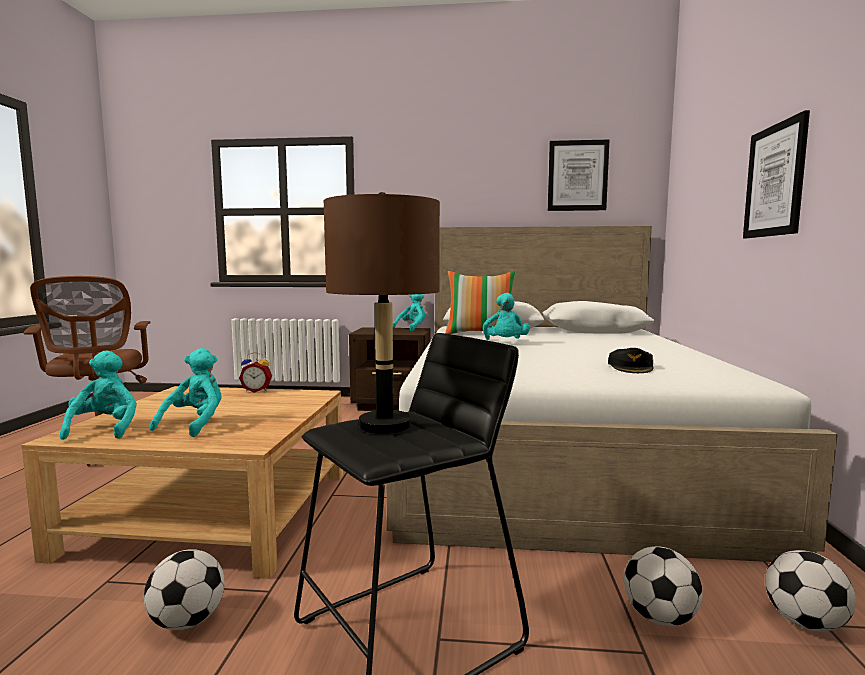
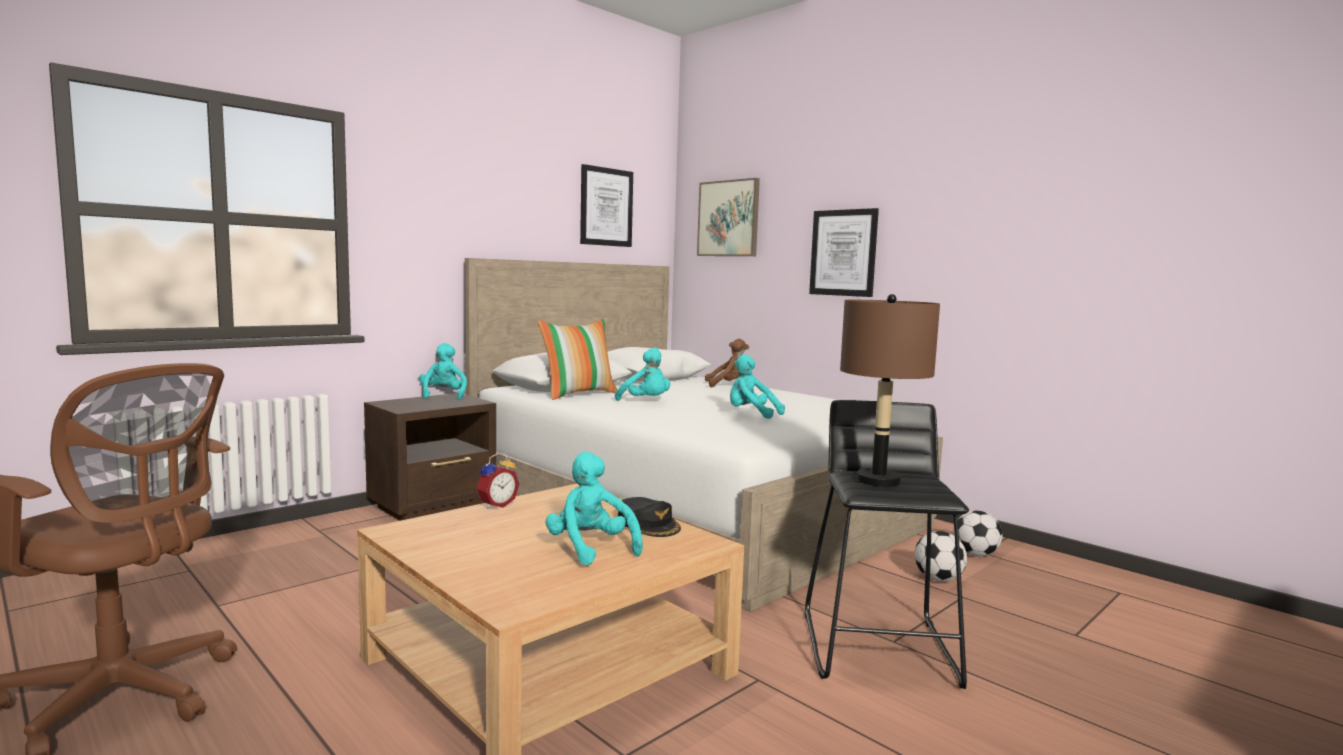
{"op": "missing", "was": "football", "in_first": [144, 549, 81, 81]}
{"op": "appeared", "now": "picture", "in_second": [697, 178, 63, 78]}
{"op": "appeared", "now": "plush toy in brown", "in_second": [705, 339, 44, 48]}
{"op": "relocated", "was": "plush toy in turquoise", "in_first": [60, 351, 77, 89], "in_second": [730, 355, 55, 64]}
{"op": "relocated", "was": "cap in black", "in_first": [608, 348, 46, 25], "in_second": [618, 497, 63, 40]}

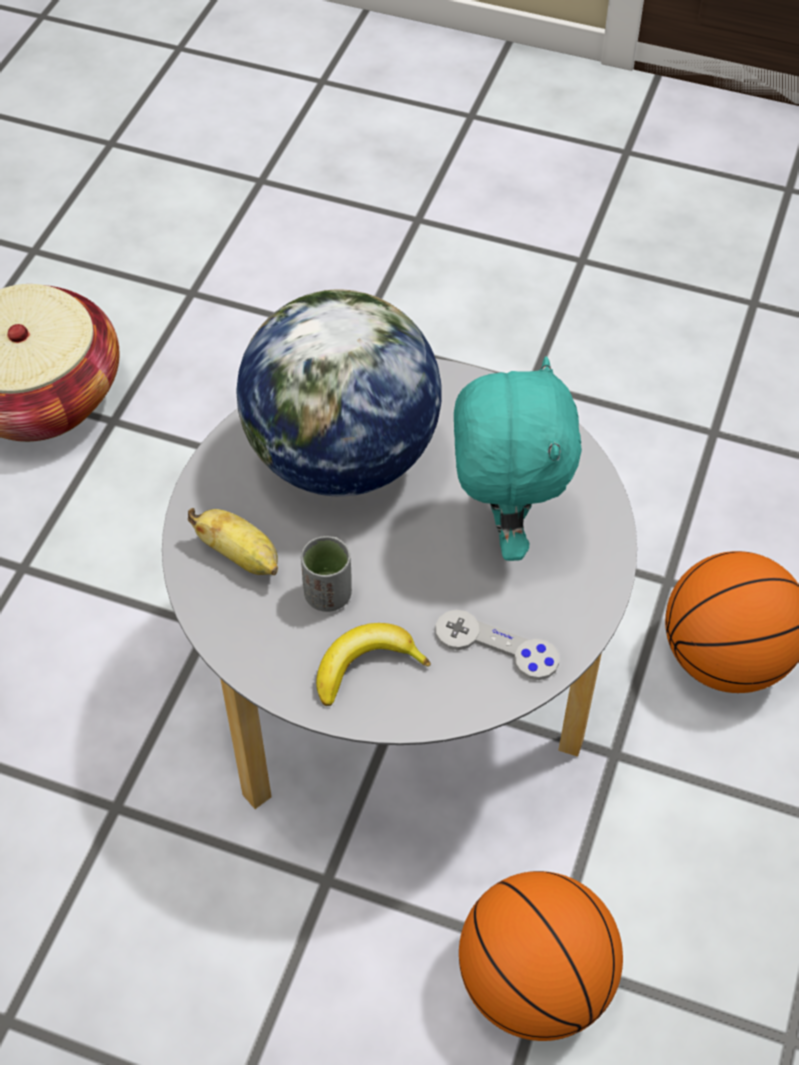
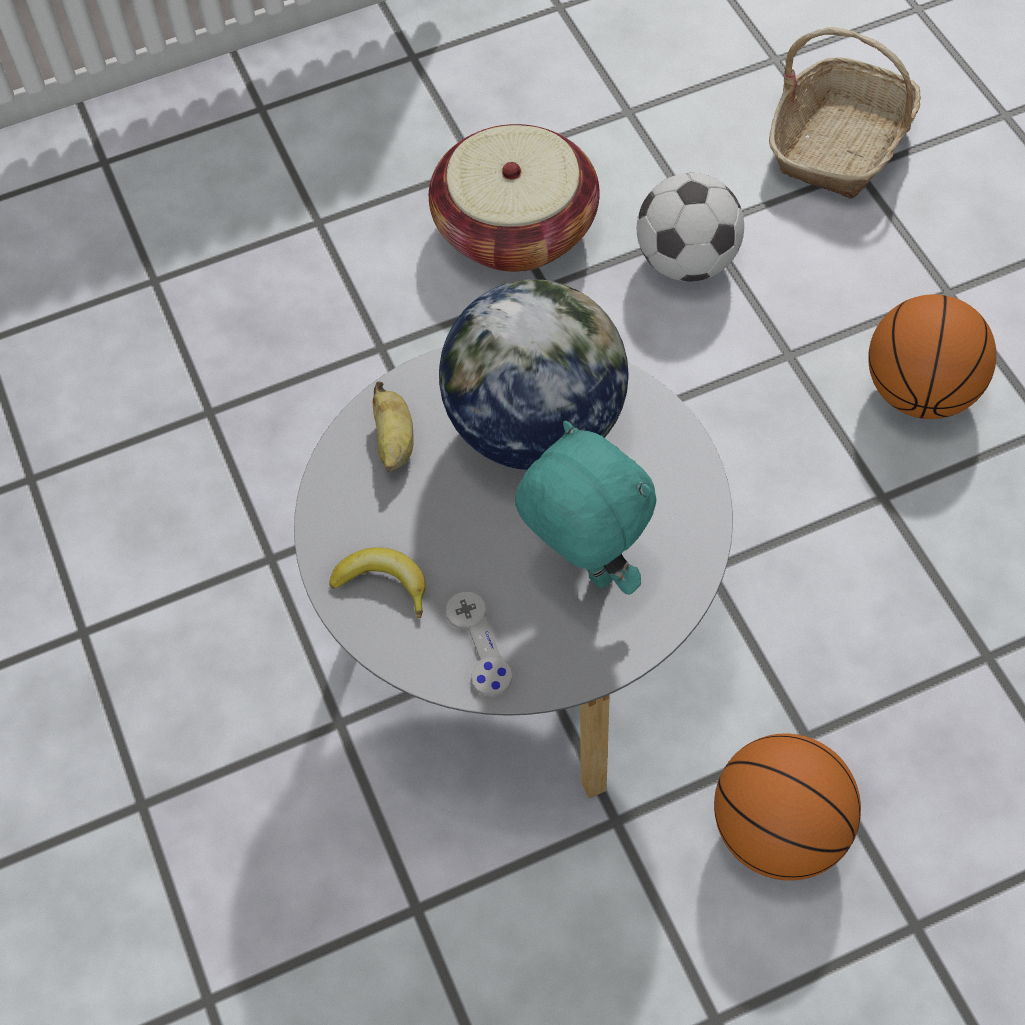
{"op": "missing", "was": "cup in grey", "in_first": [301, 536, 51, 76]}
{"op": "appeared", "now": "football", "in_second": [637, 173, 107, 109]}
{"op": "appeared", "now": "basket", "in_second": [769, 27, 152, 172]}
{"op": "relocated", "was": "basketball", "in_first": [459, 871, 164, 170], "in_second": [868, 294, 129, 125]}
{"op": "spun", "was": "plush toy in turquoise", "in_first": [454, 356, 128, 205], "in_second": [515, 421, 142, 174], "clockwise": -90}

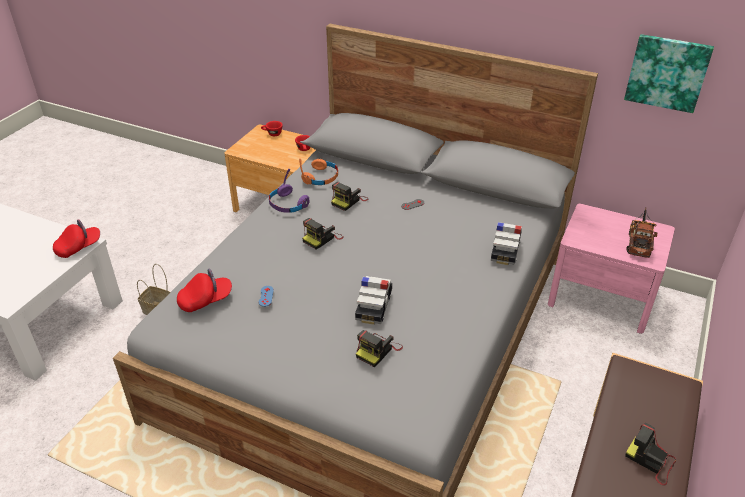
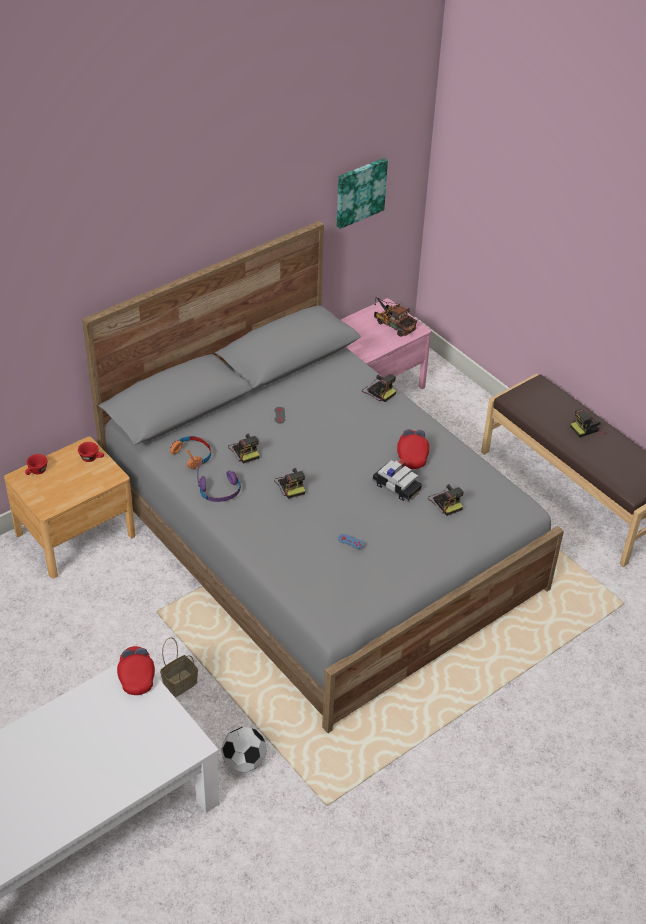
{"op": "appeared", "now": "football", "in_second": [221, 727, 46, 45]}
{"op": "relocated", "was": "cap in red", "in_first": [177, 268, 55, 44], "in_second": [397, 429, 32, 40]}
{"op": "exchanged", "was": "toy car", "now": "photo camera", "in_first": [491, 222, 31, 43], "in_second": [362, 374, 34, 28]}

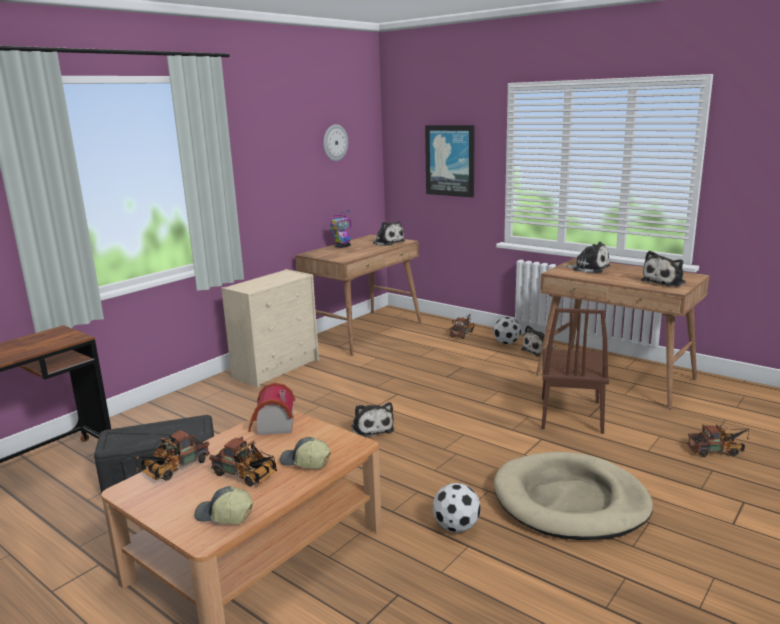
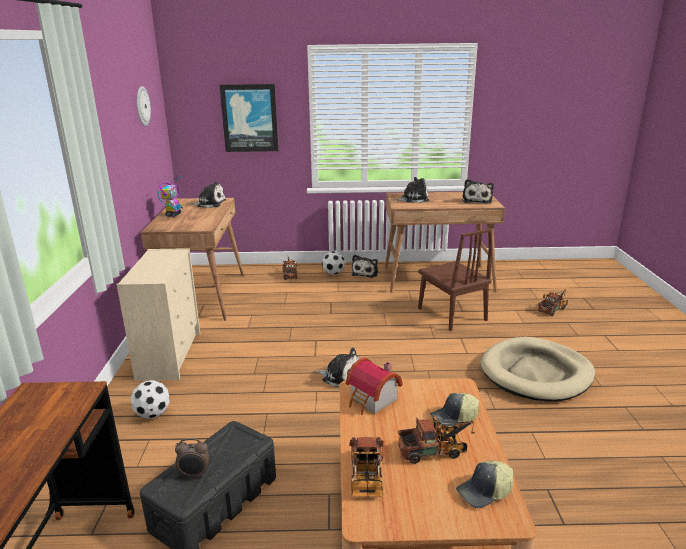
{"op": "appeared", "now": "alarm clock", "in_second": [175, 438, 34, 39]}
{"op": "relocated", "was": "football", "in_first": [433, 483, 48, 50], "in_second": [130, 380, 40, 39]}

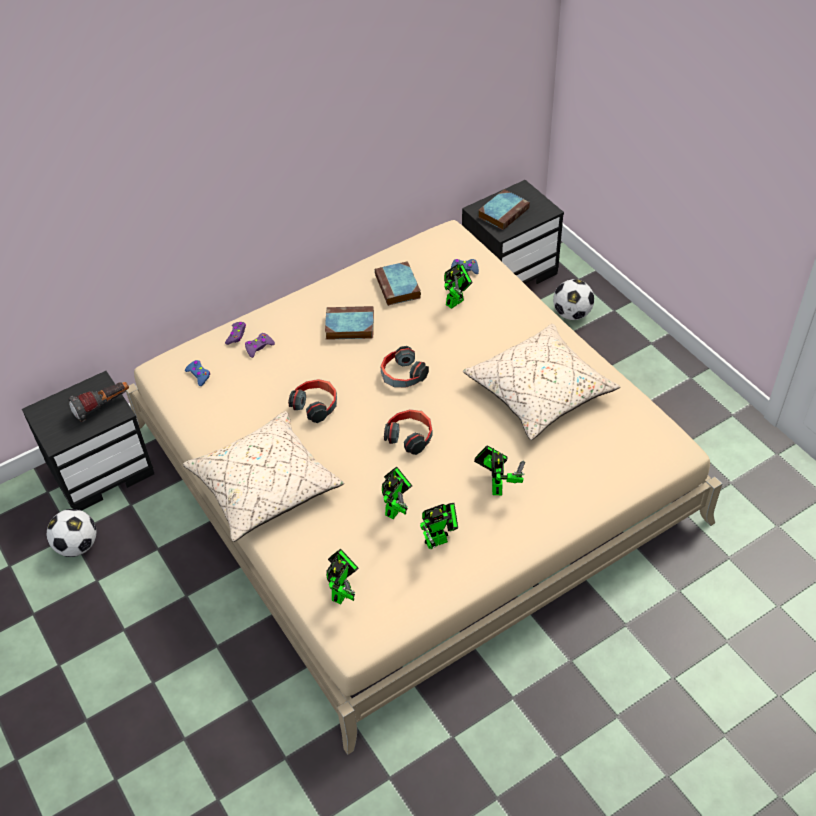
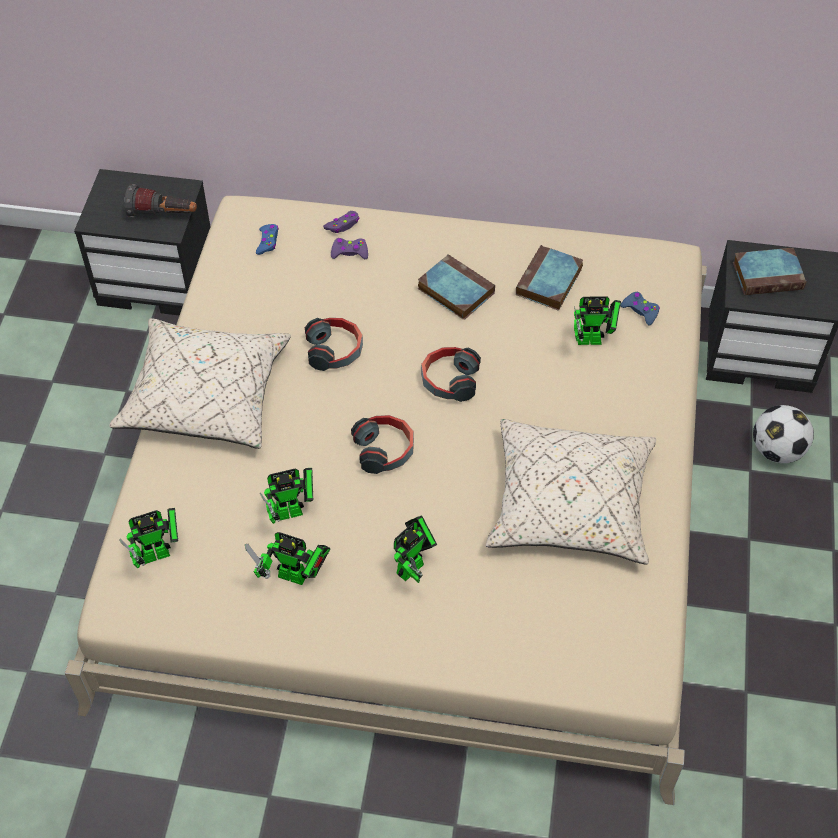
{"op": "missing", "was": "football", "in_first": [47, 509, 50, 48]}

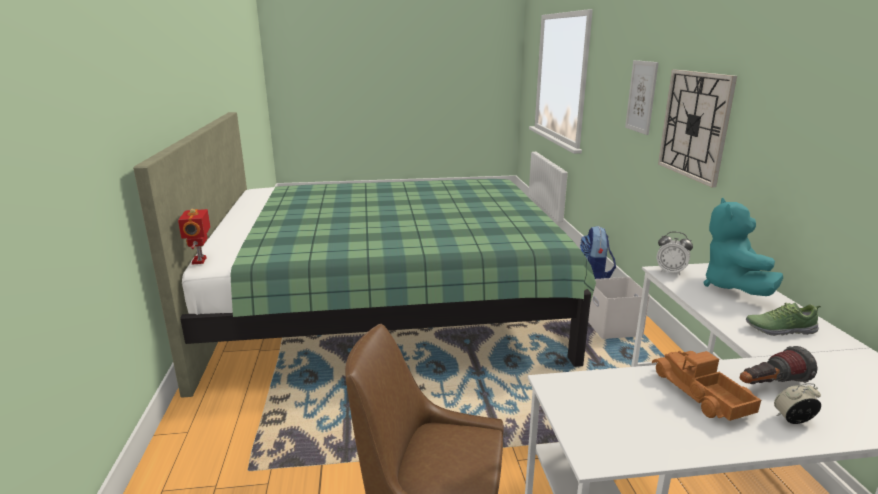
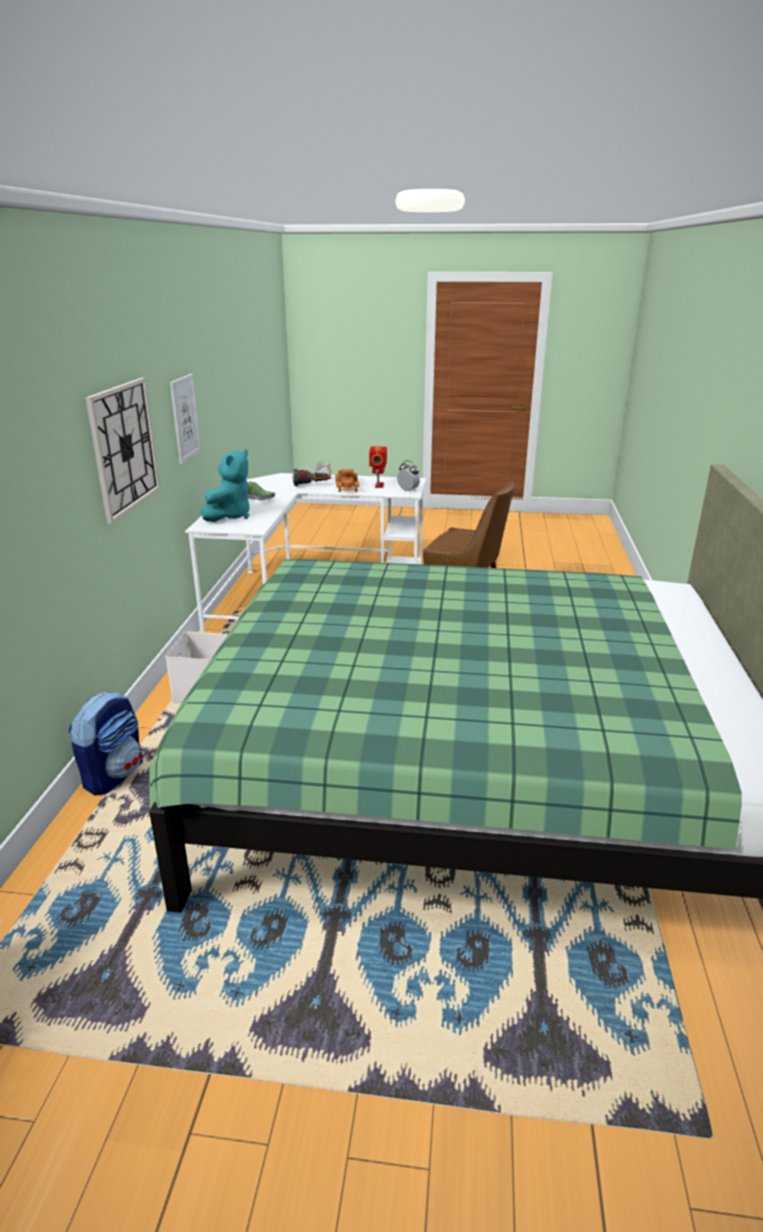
{"op": "relocated", "was": "toy robot", "in_first": [178, 209, 32, 56], "in_second": [369, 445, 18, 43]}
{"op": "relocated", "was": "picture", "in_first": [625, 60, 34, 75], "in_second": [170, 374, 31, 90]}
{"op": "relocated", "was": "alarm clock", "in_first": [657, 232, 36, 43], "in_second": [397, 461, 23, 30]}

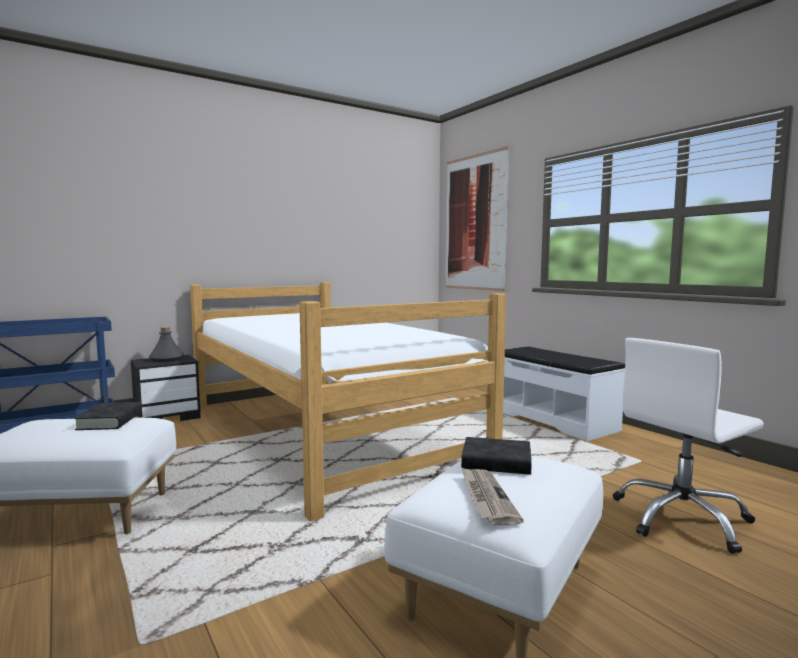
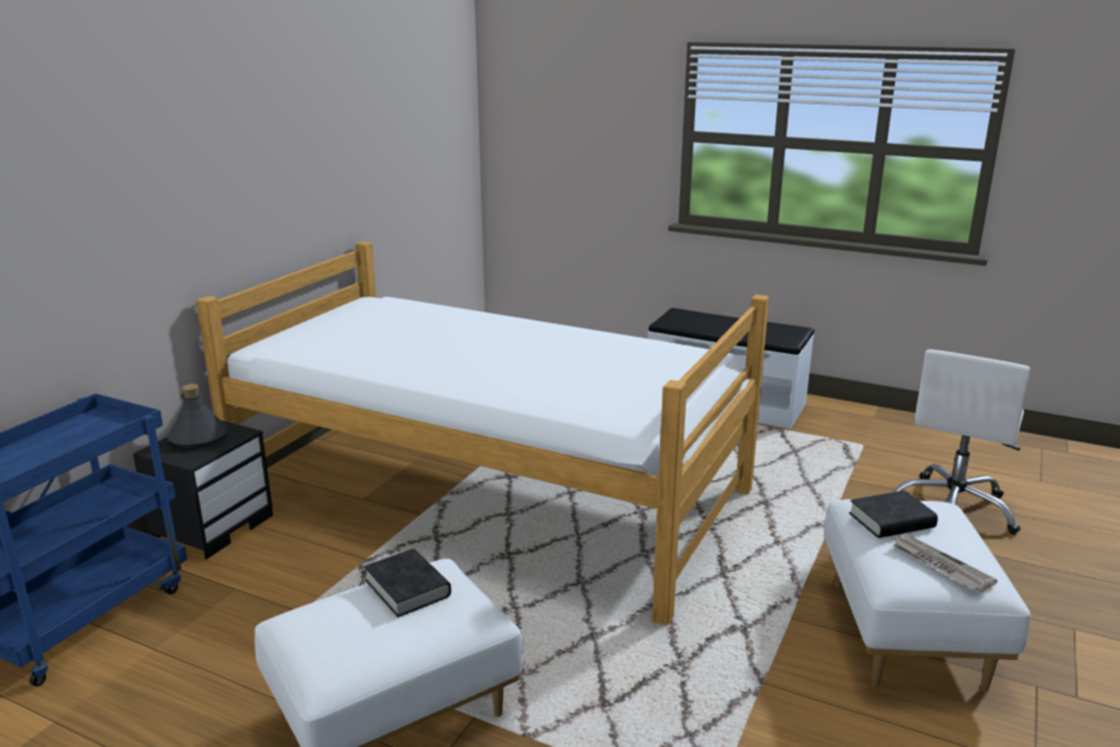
{"op": "missing", "was": "picture", "in_first": [446, 146, 63, 145]}

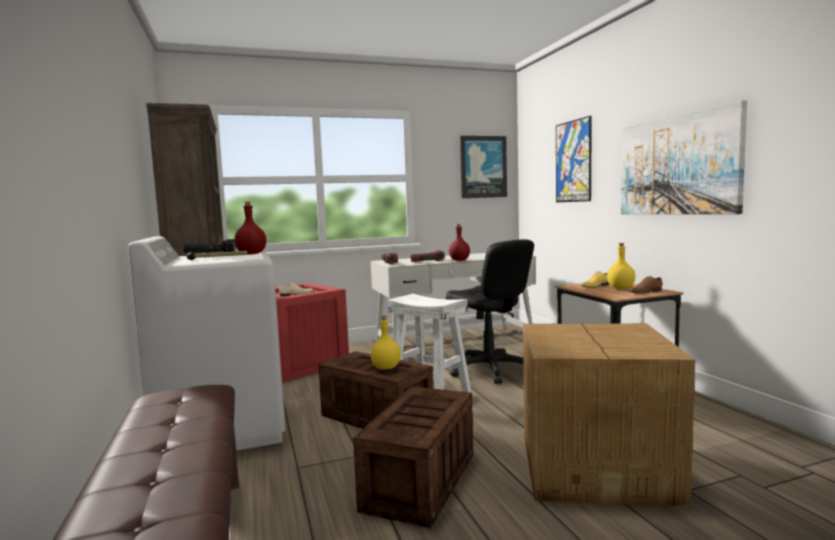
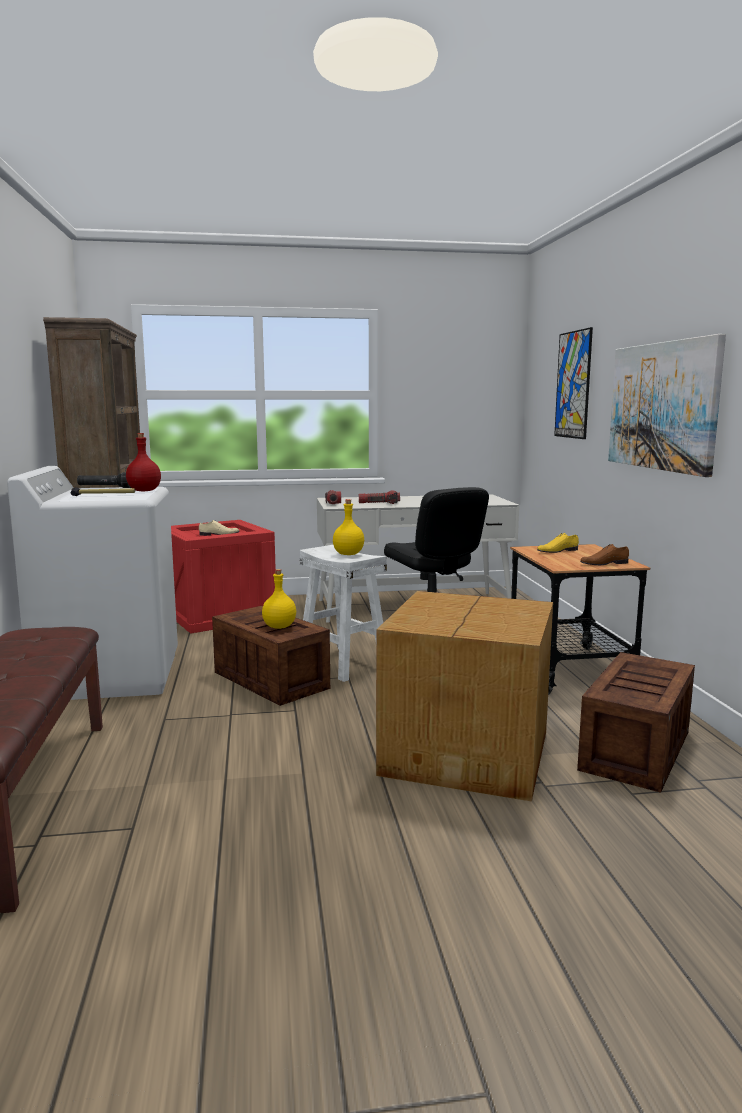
{"op": "missing", "was": "bottle in red", "in_first": [449, 224, 21, 37]}
{"op": "missing", "was": "picture", "in_first": [460, 136, 47, 62]}
{"op": "relocated", "was": "crate", "in_first": [353, 386, 120, 142], "in_second": [577, 652, 118, 141]}
{"op": "relocated", "was": "bottle in yellow", "in_first": [607, 243, 28, 46], "in_second": [333, 499, 31, 56]}

